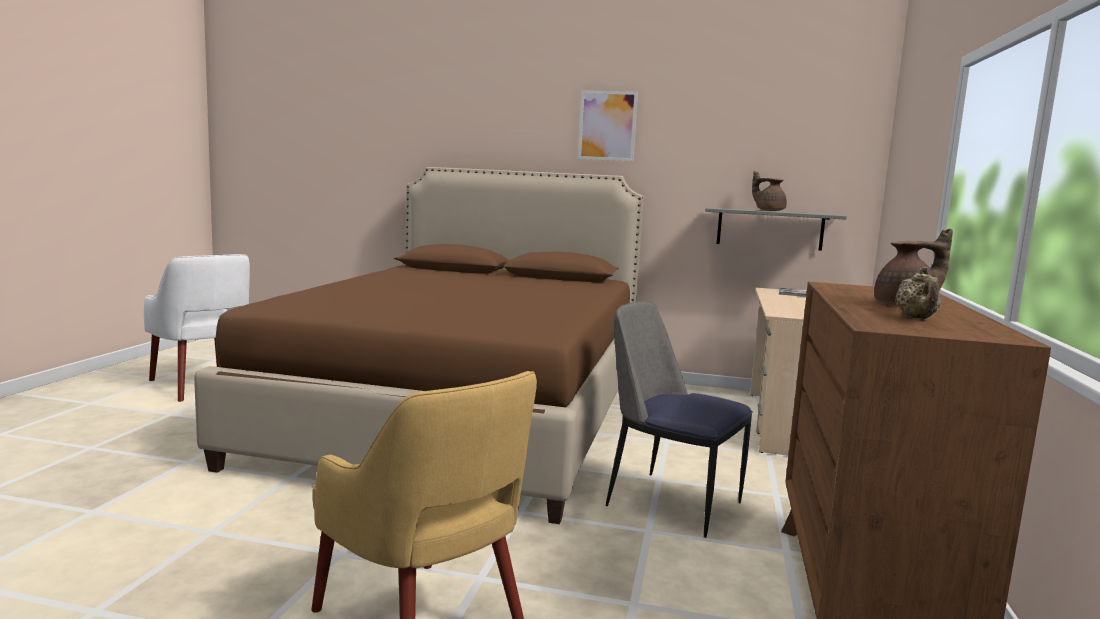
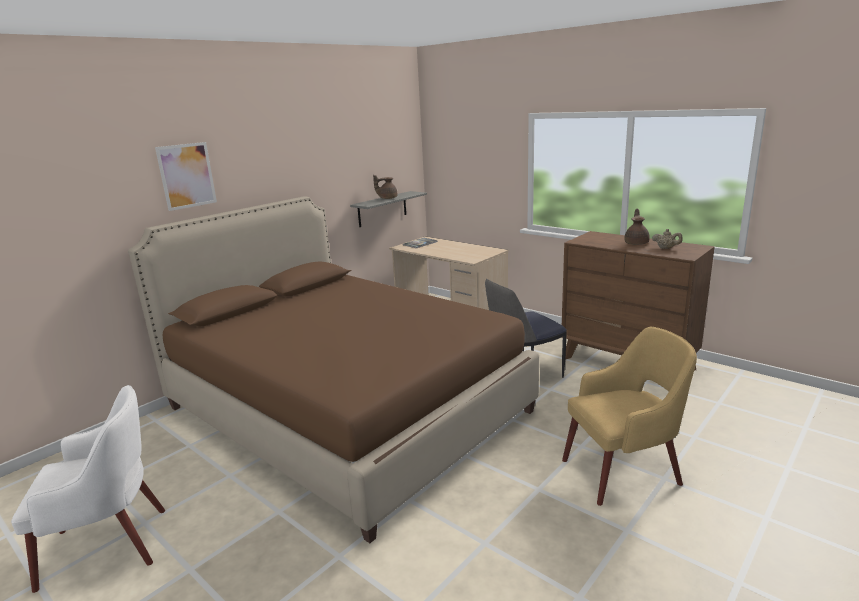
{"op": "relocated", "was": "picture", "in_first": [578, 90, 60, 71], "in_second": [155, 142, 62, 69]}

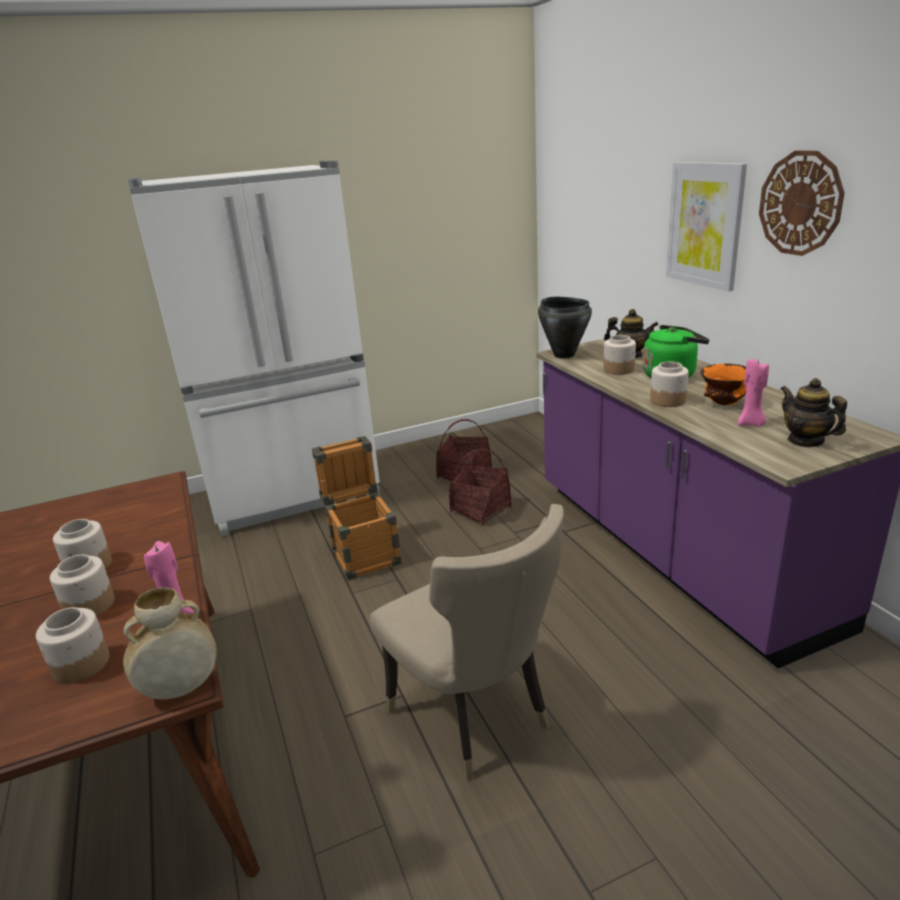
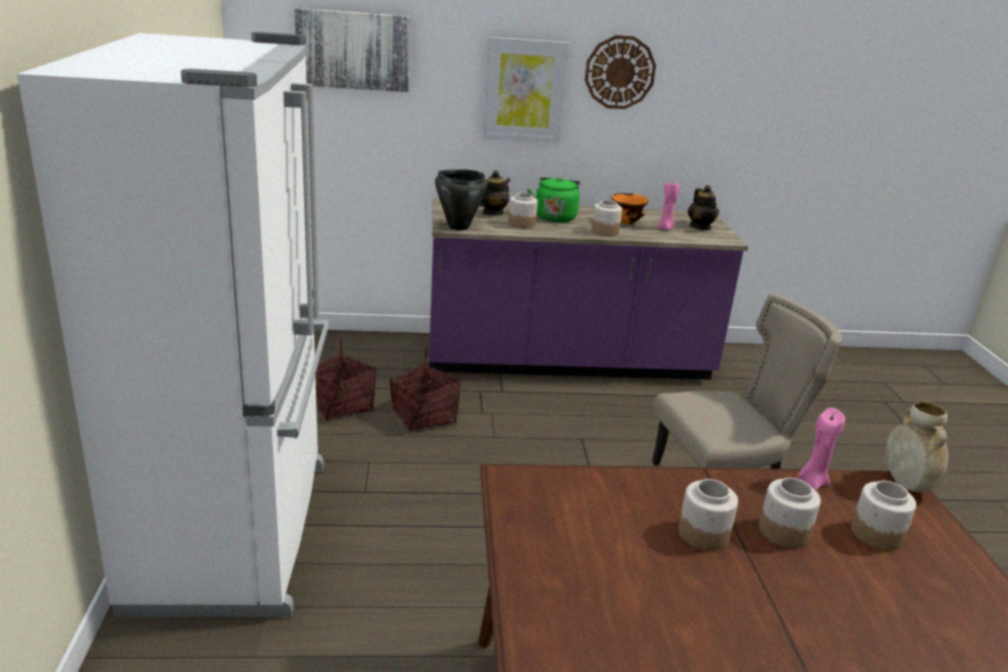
{"op": "missing", "was": "crate", "in_first": [312, 436, 90, 144]}
{"op": "appeared", "now": "picture", "in_second": [294, 8, 117, 84]}
{"op": "spun", "was": "teapot", "in_first": [781, 378, 66, 69], "in_second": [688, 185, 31, 45], "clockwise": -90}

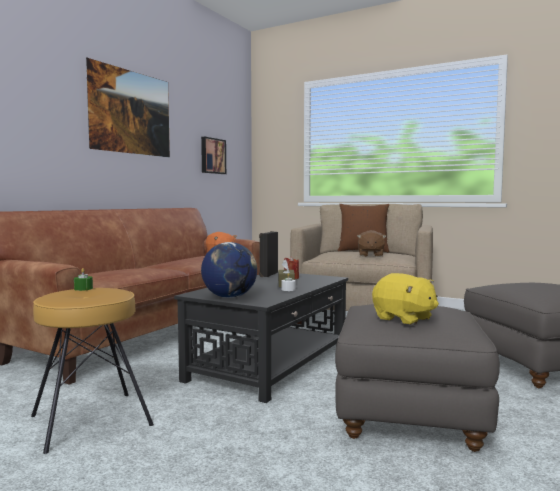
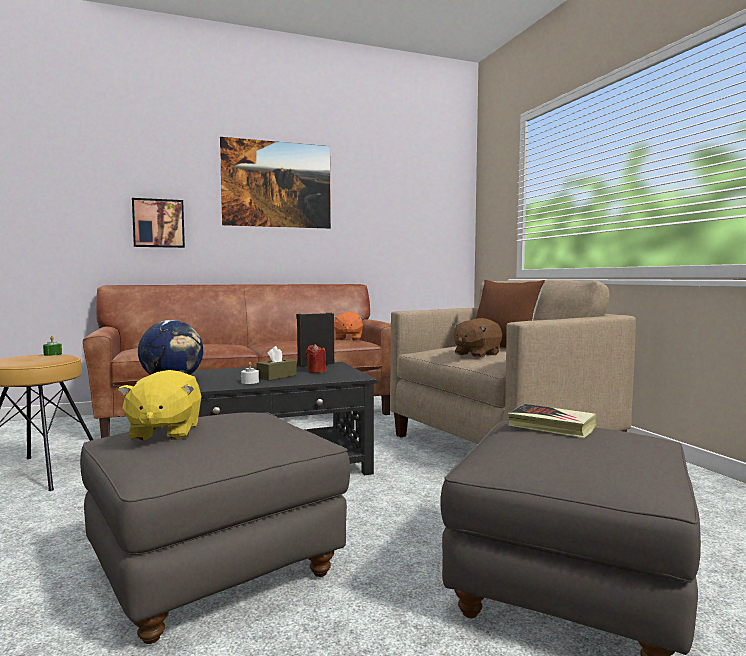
{"op": "appeared", "now": "book", "in_second": [508, 404, 89, 34]}
{"op": "relocated", "was": "picture", "in_first": [201, 137, 25, 37], "in_second": [132, 198, 53, 50]}

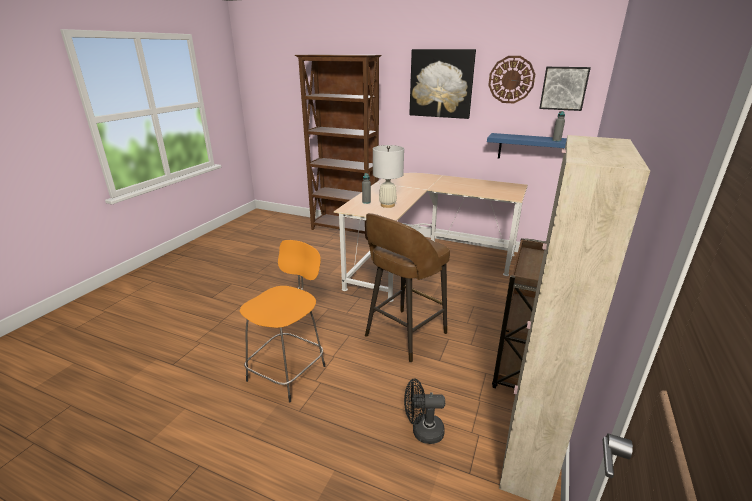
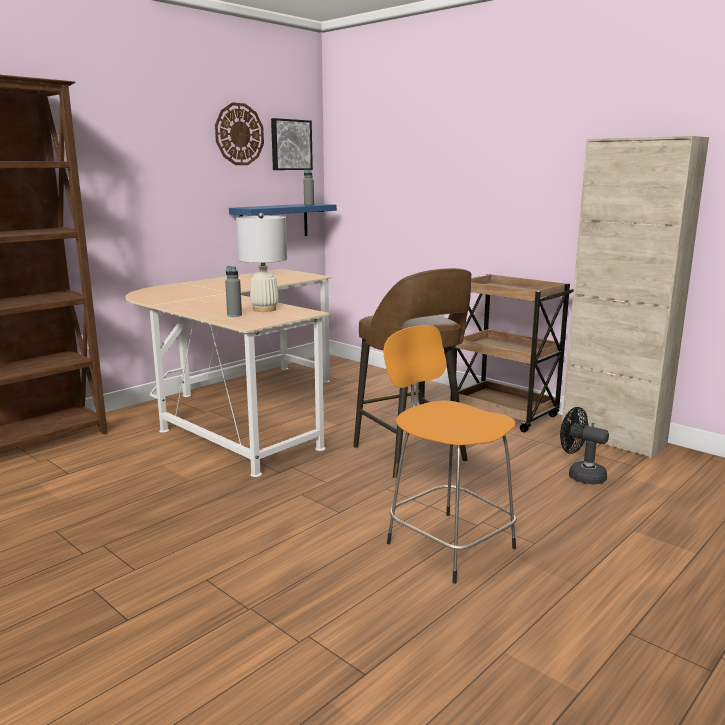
{"op": "missing", "was": "picture", "in_first": [409, 49, 67, 70]}
{"op": "spun", "was": "fan in black", "in_first": [404, 379, 41, 65], "in_second": [560, 407, 49, 78], "clockwise": 105}

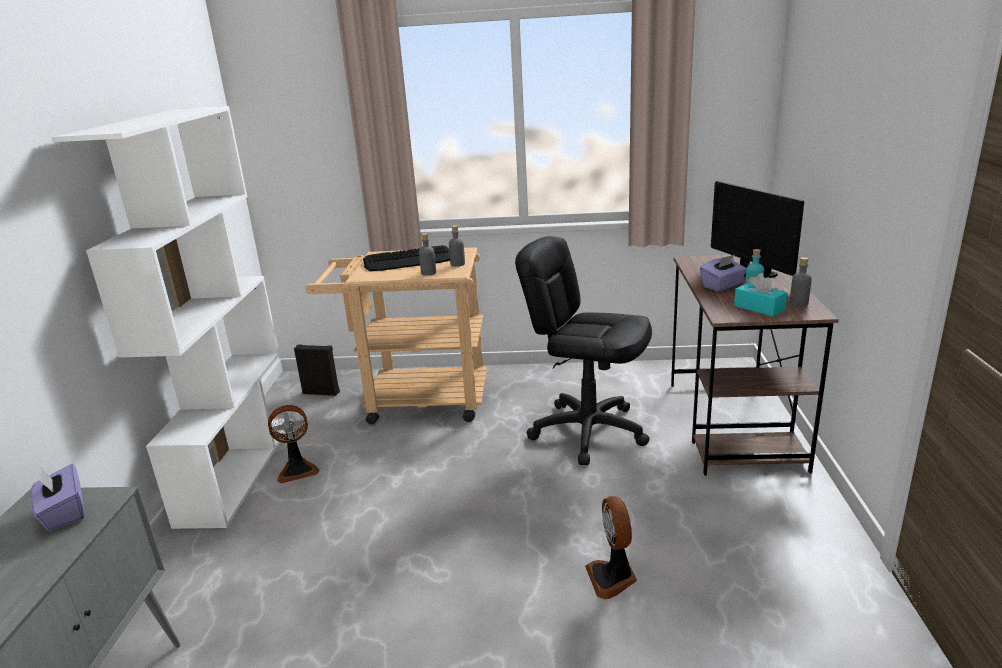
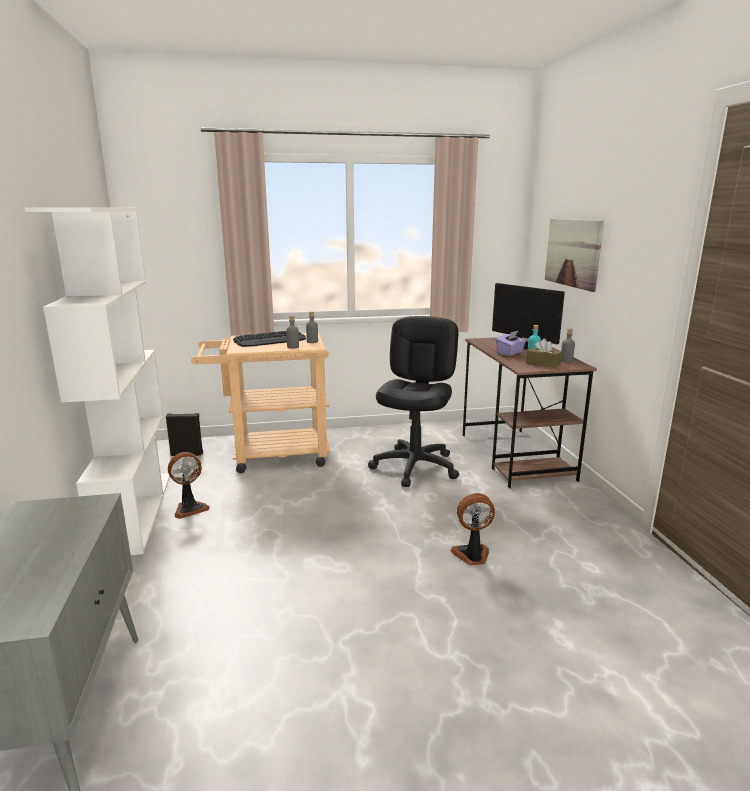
{"op": "missing", "was": "tissue box in purple", "in_first": [30, 464, 54, 67]}
{"op": "appeared", "now": "picture", "in_second": [545, 219, 59, 73]}
{"op": "colour", "was": "tissue box in turquoise", "now": "tissue box in brown", "in_first": [734, 273, 53, 43], "in_second": [526, 339, 36, 29]}
{"op": "spun", "was": "office chair in black", "in_first": [515, 236, 137, 229], "in_second": [368, 316, 91, 171], "clockwise": 90}
{"op": "spun", "was": "fan", "in_first": [585, 496, 52, 103], "in_second": [450, 493, 45, 72], "clockwise": 105}

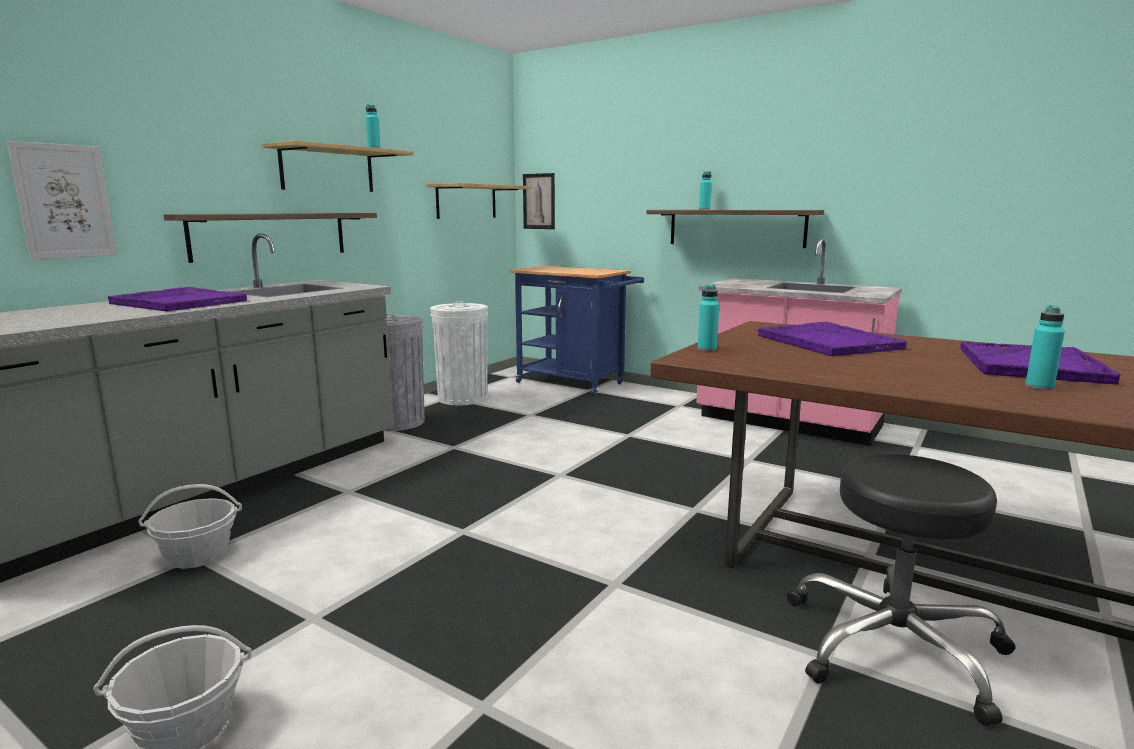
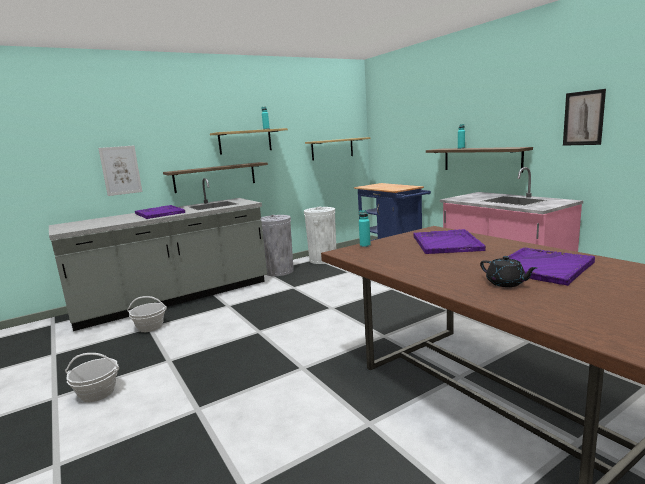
{"op": "missing", "was": "stool in black", "in_first": [787, 454, 228, 272]}
{"op": "relocated", "was": "picture", "in_first": [523, 173, 32, 56], "in_second": [563, 89, 43, 57]}
{"op": "exchanged", "was": "bottle in turquoise", "now": "teapot in black", "in_first": [1025, 305, 40, 85], "in_second": [480, 256, 57, 31]}

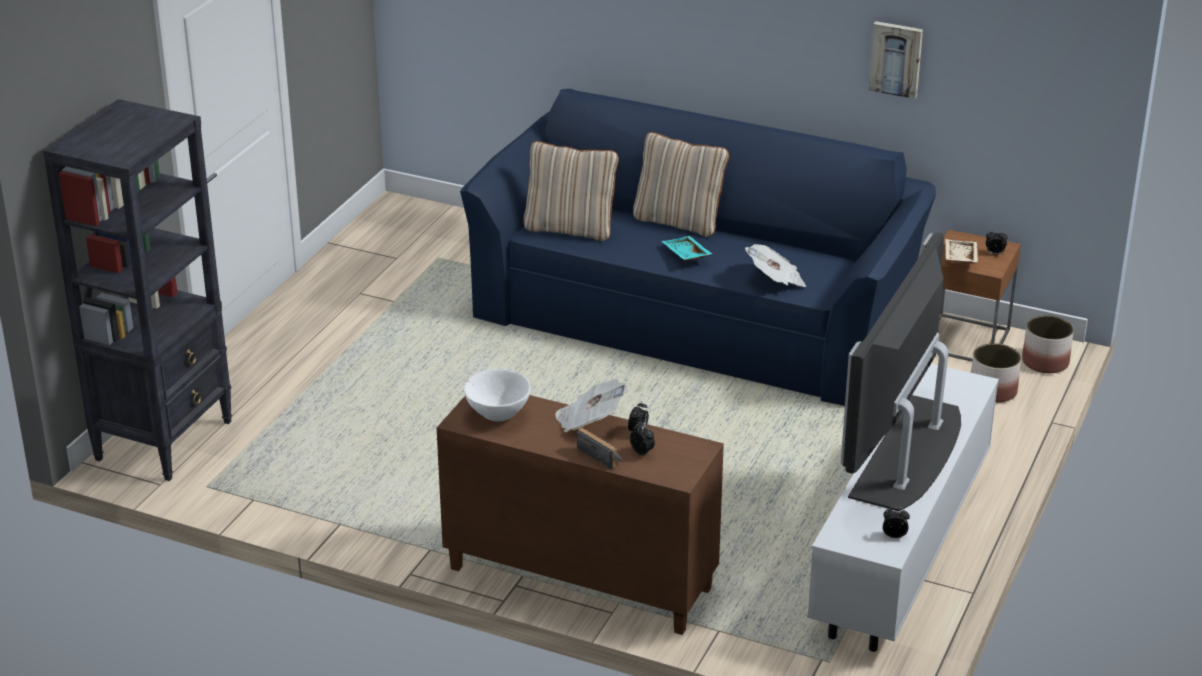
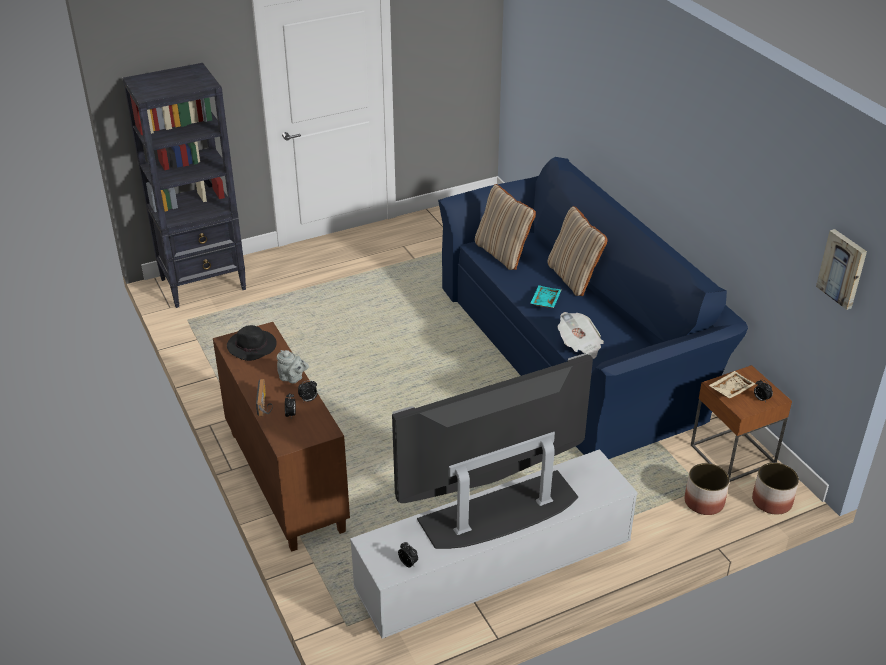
{"op": "relocated", "was": "picture", "in_first": [869, 21, 54, 78], "in_second": [816, 229, 51, 81]}
{"op": "exchanged", "was": "bowl in white", "now": "hat in black", "in_first": [464, 369, 67, 53], "in_second": [227, 325, 50, 36]}
{"op": "exchanged", "was": "newspaper", "now": "teapot in grey", "in_first": [555, 379, 73, 53], "in_second": [277, 350, 32, 33]}

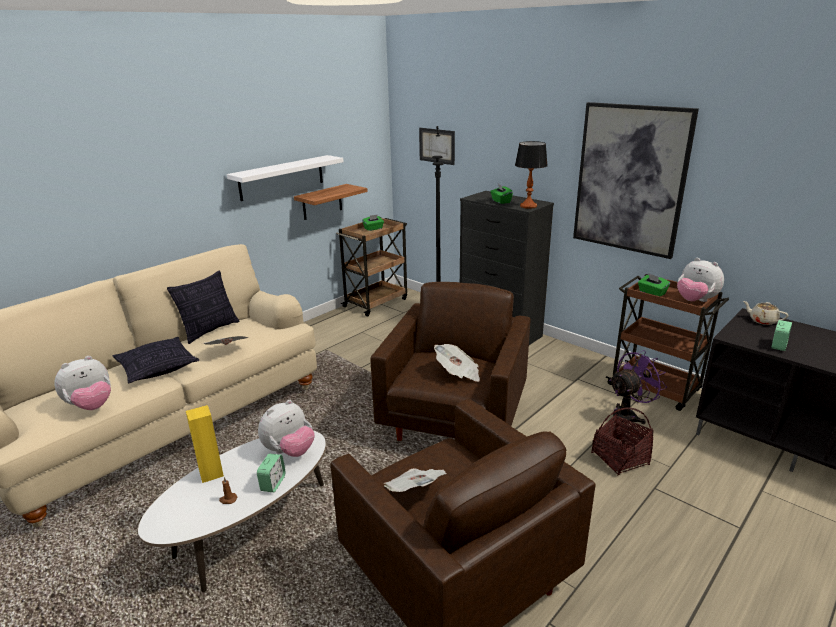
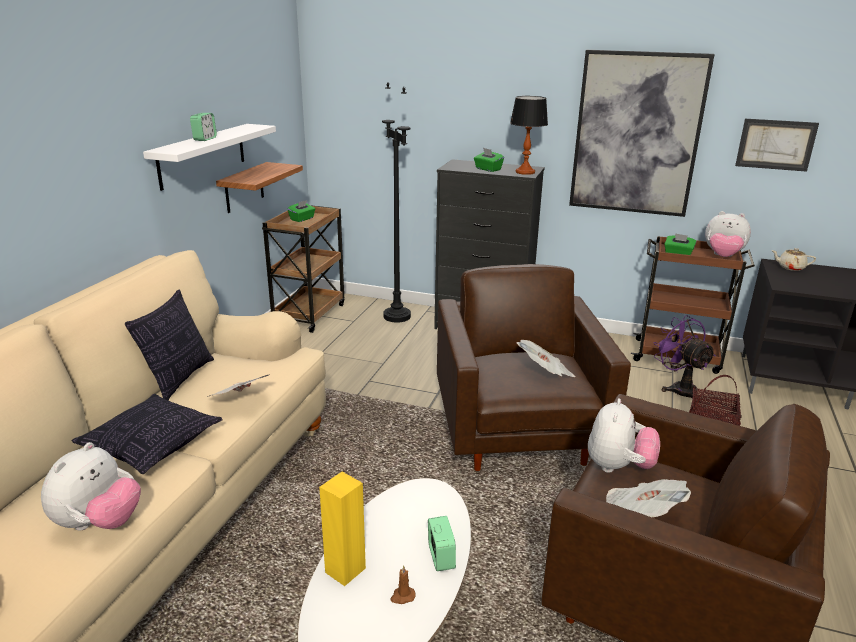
{"op": "relocated", "was": "plush toy", "in_first": [258, 400, 57, 57], "in_second": [588, 398, 72, 75]}
{"op": "relocated", "was": "picture", "in_first": [419, 128, 36, 37], "in_second": [735, 119, 84, 53]}
{"op": "relocated", "was": "alarm clock", "in_first": [771, 320, 21, 31], "in_second": [190, 113, 27, 28]}
{"op": "spun", "was": "fan in purple", "in_first": [609, 350, 58, 74], "in_second": [653, 315, 63, 86], "clockwise": -60}

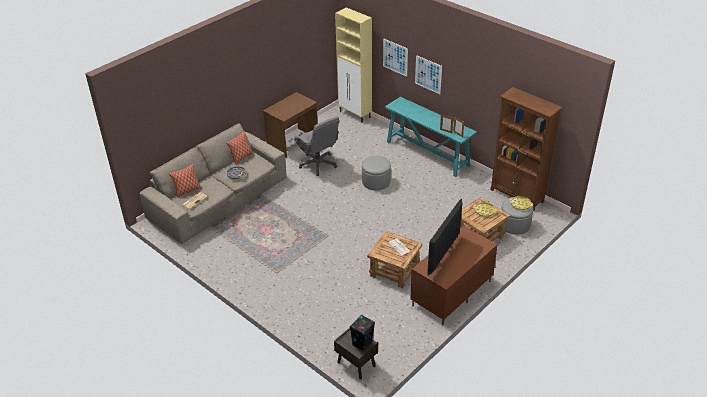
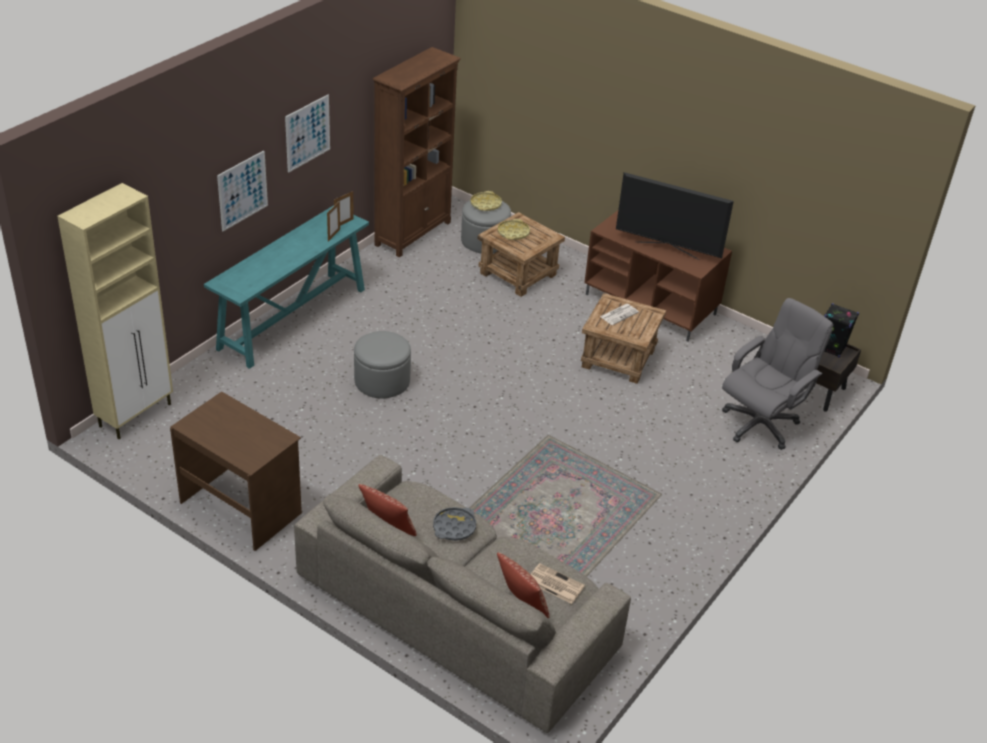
{"op": "relocated", "was": "office chair in grey", "in_first": [294, 116, 45, 60], "in_second": [722, 298, 112, 152]}
{"op": "relocated", "was": "picture", "in_first": [383, 39, 25, 38], "in_second": [285, 95, 45, 77]}

